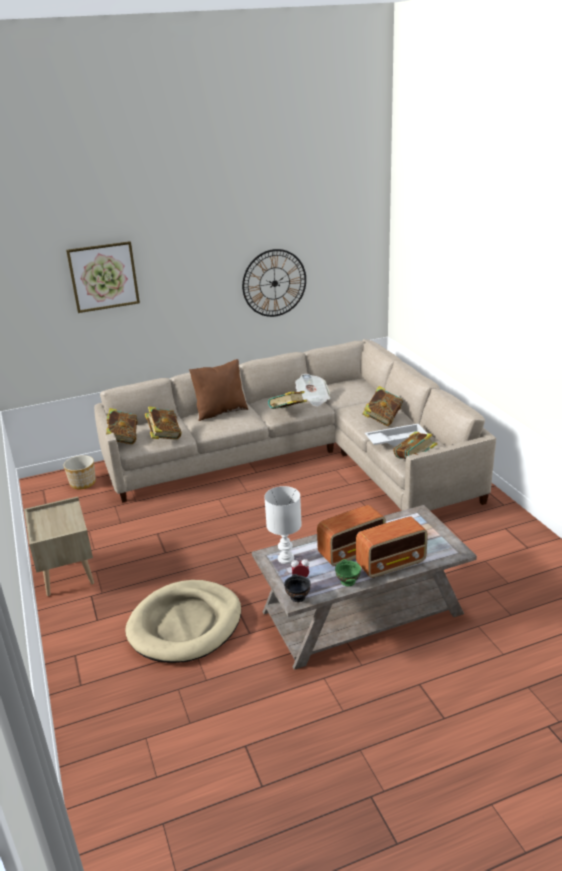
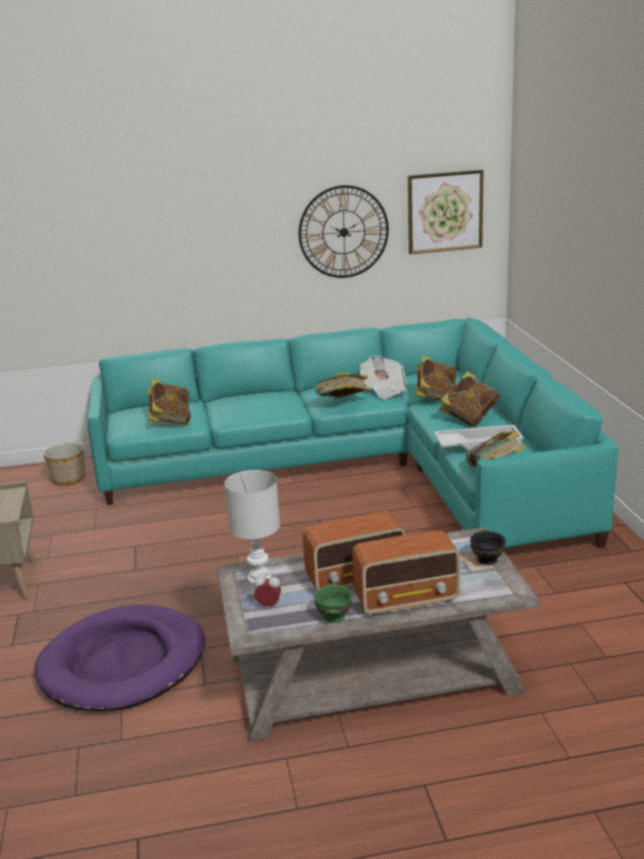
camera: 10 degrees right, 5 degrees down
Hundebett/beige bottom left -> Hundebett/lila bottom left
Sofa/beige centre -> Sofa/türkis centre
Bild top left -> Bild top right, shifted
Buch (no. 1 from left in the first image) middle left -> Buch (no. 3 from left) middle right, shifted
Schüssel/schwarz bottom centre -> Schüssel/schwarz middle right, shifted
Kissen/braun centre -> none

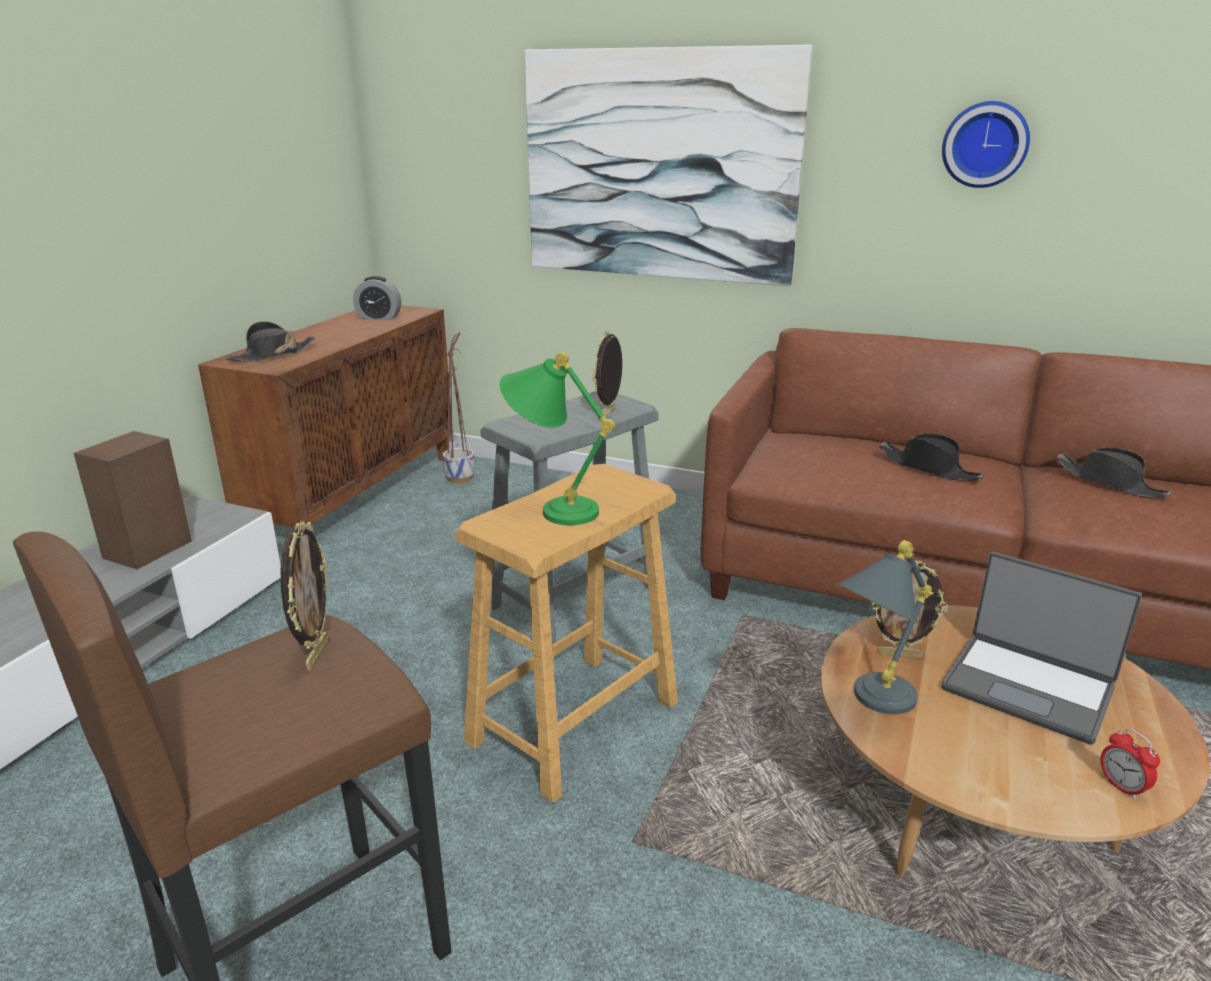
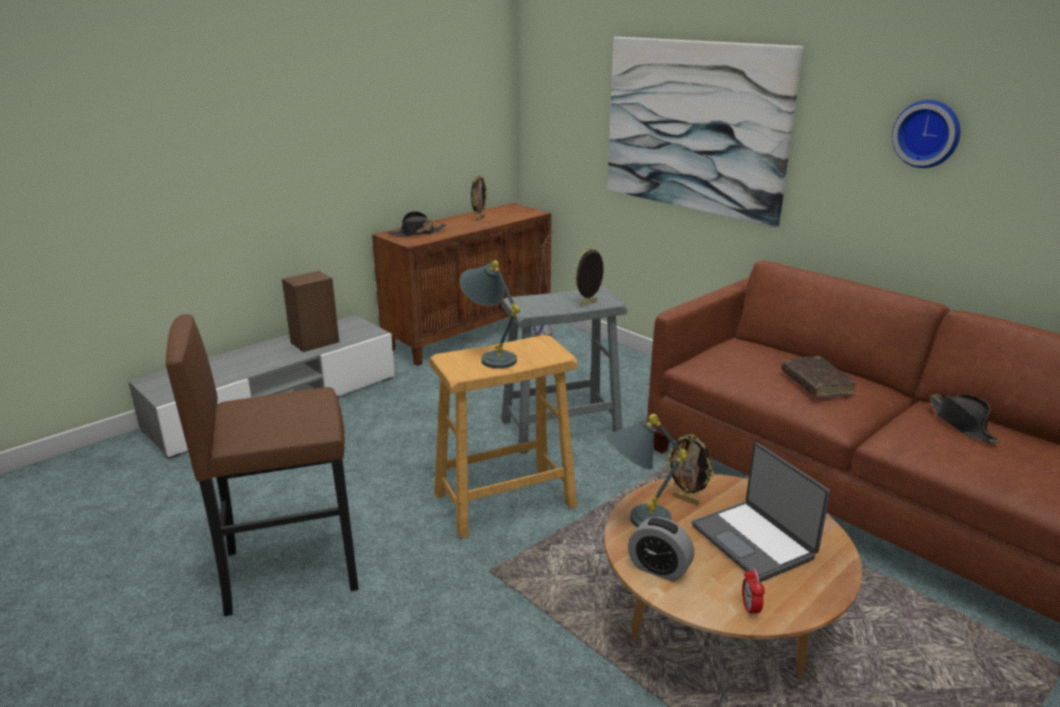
camera: 25 degrees right, 0 degrees up
Tischlampe/grün centre -> Tischlampe/grau (no. 1 from left) centre
Bilderrahmen (no. 1 from left) middle left -> Bilderrahmen (no. 1 from left) top centre, shifted
Wecker (no. 1 from left) top left -> Wecker (no. 1 from left) bottom centre, shifted
Hut/schwarz (no. 2 from left) middle right -> Buch/braun middle right

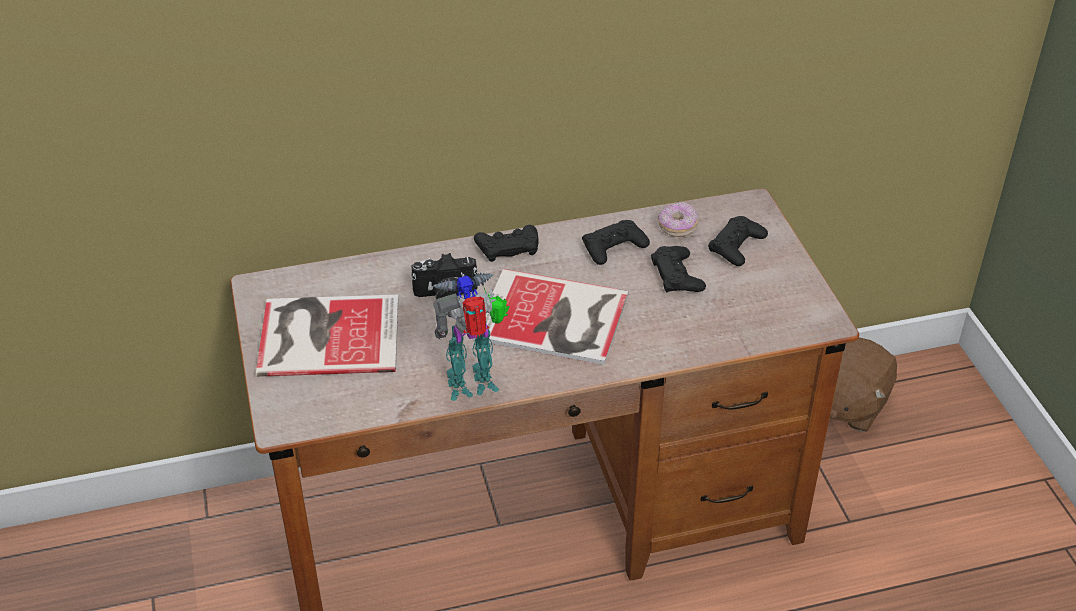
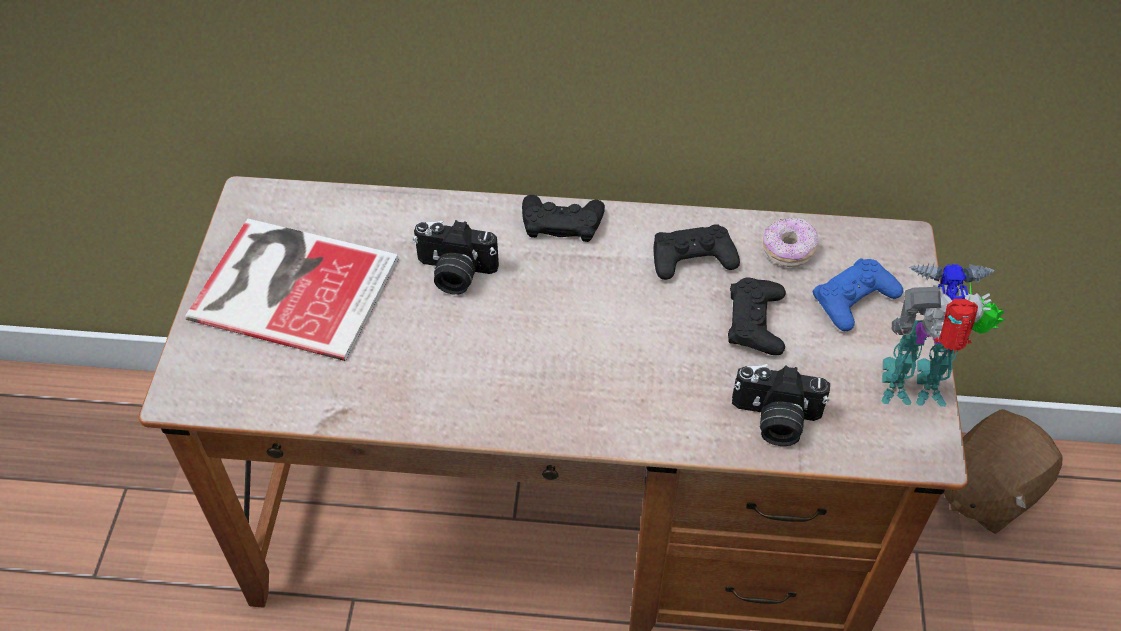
camera: 20 degrees right, 10 degrees up
none -> Kamera (no. 2 from left) middle right
Gamepad/schwarz (no. 4 from left) middle right -> Gamepad/blau middle right
Spielzeugroboter centre -> Spielzeugroboter middle right, shifted
Buch (no. 2 from left) centre -> none

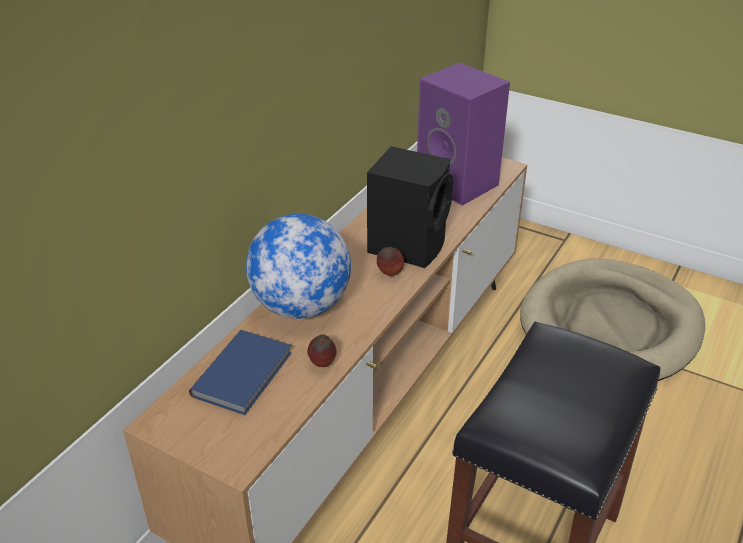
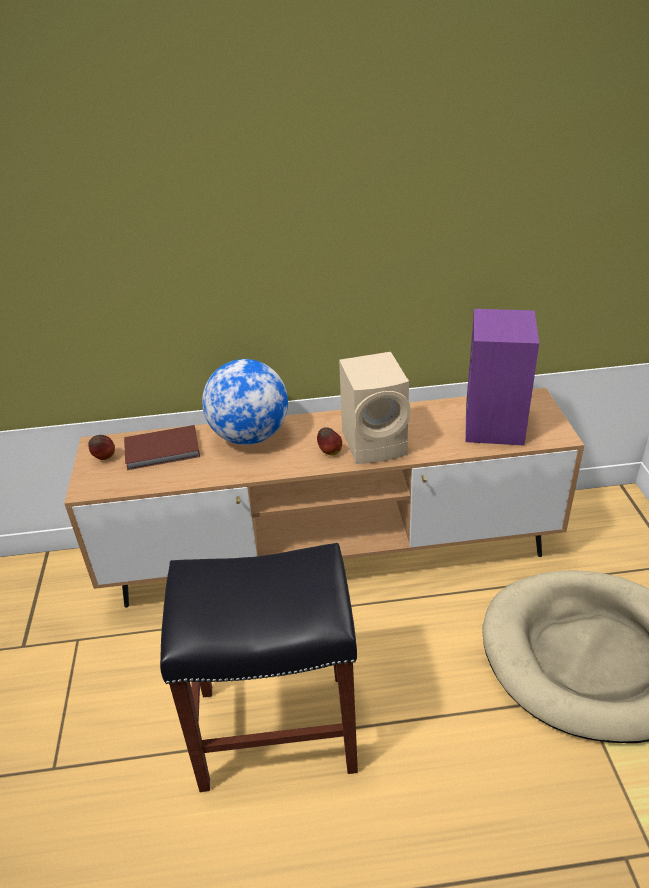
camera: 55 degrees right, 0 degrees up
Apfel (no. 1 from left) centre -> Apfel (no. 1 from left) middle left, shifted
Buch/blau bottom left -> Buch/braun middle left
Lautsprecher/schwarz centre -> Lautsprecher/beige centre

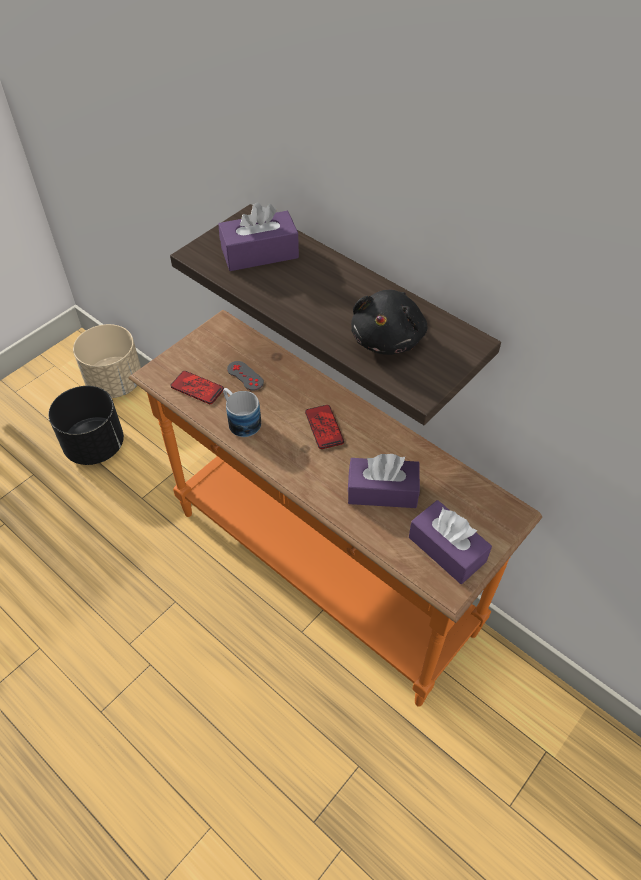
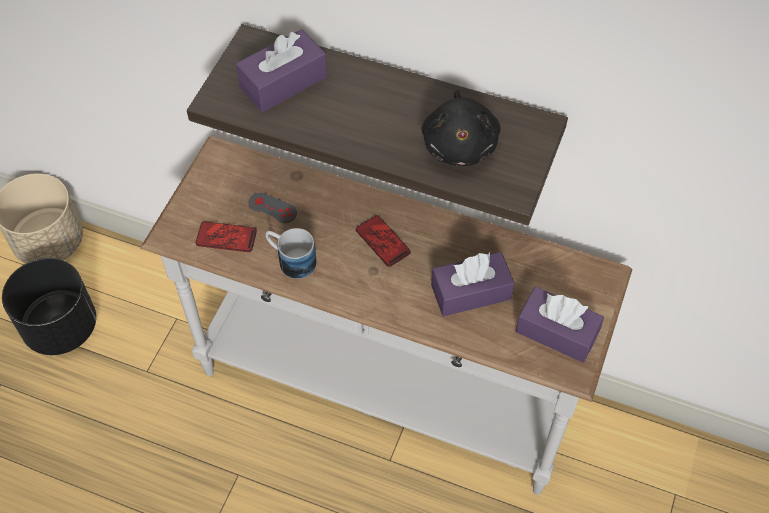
camera: 20 degrees left, 5 degrees up
Konsolentisch/orange centre -> Konsolentisch/weiß centre

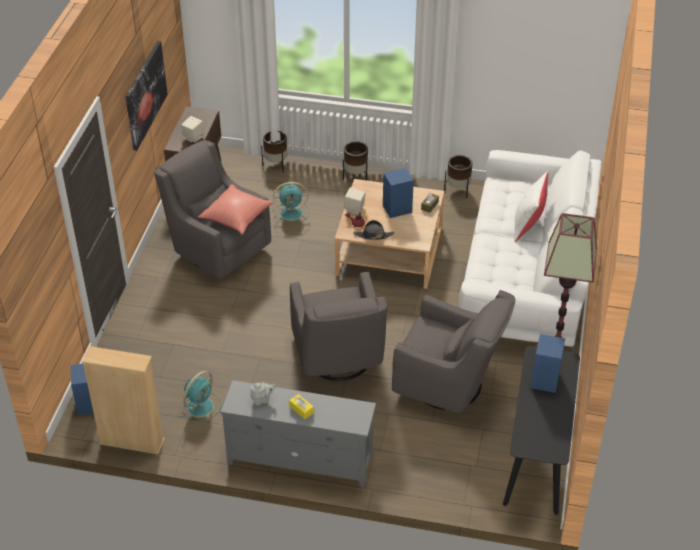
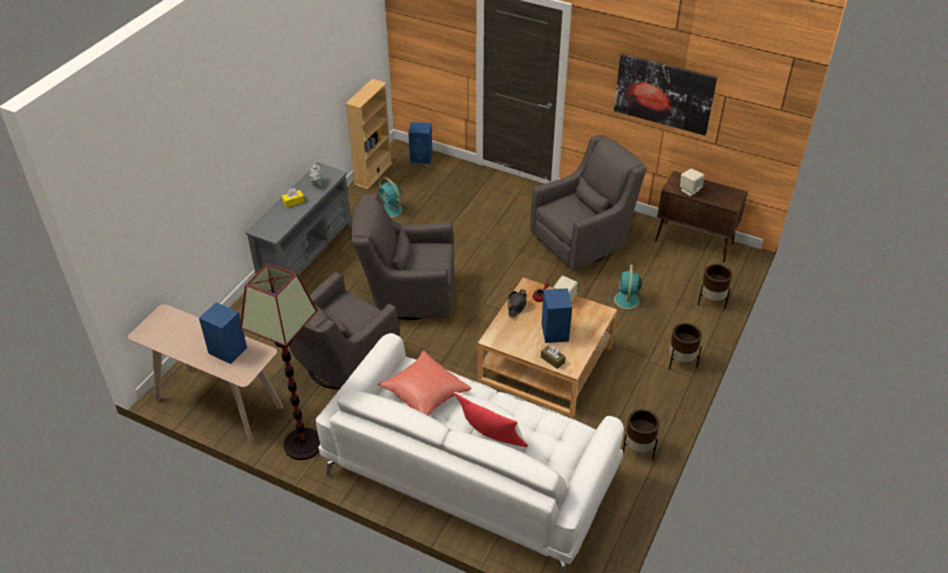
camera: 105 degrees right, 0 degrees up
Konsolentisch/schwarz bottom right -> Konsolentisch/beige middle left
Kissen/rot centre -> Kissen/rot bottom centre, shifted

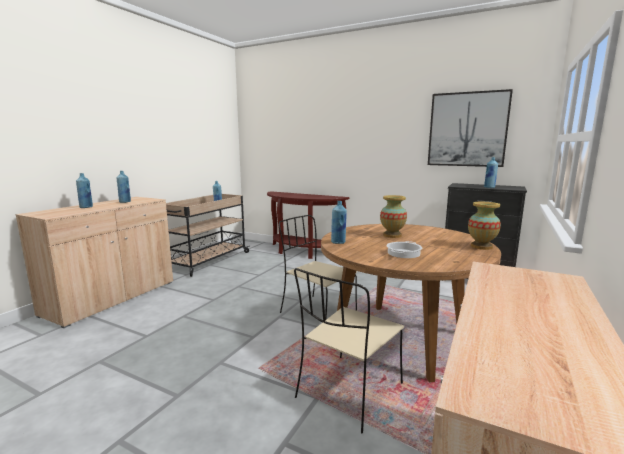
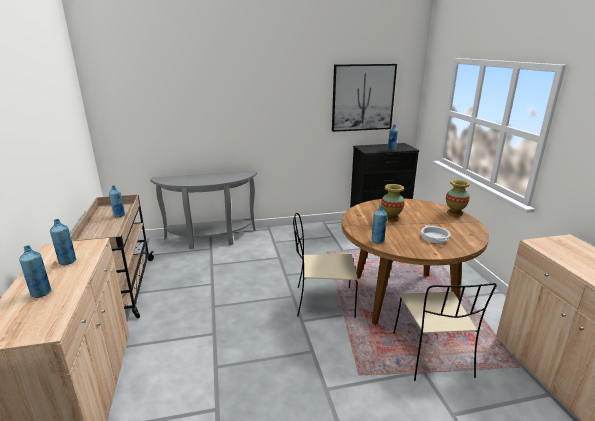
camera: 40 degrees left, 10 degrees up
Konsolentisch/braun centre -> Konsolentisch/grau centre

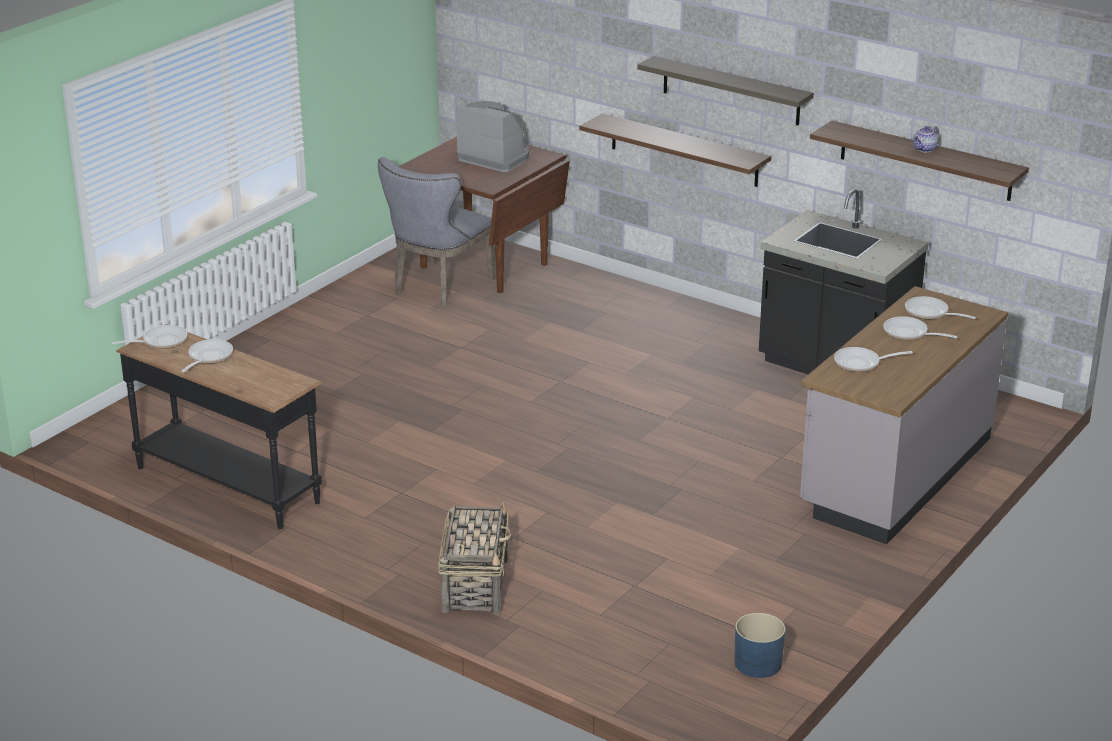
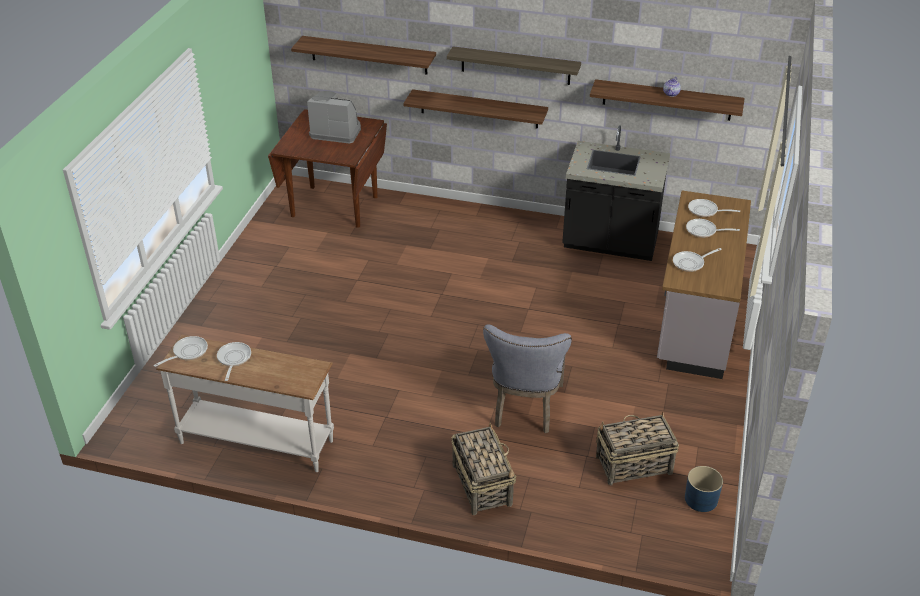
camera: 20 degrees left, 10 degrees up
Konsolentisch/schwarz middle left -> Konsolentisch/weiß bottom left
none -> Wandregal (no. 1 from left) top centre
Stuhl/grau top centre -> Stuhl/grau centre, shifted
none -> Korb (no. 2 from left) bottom right

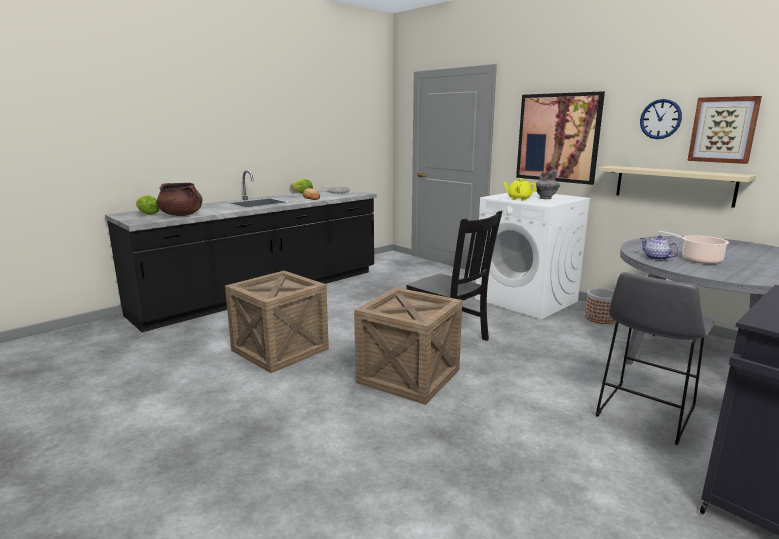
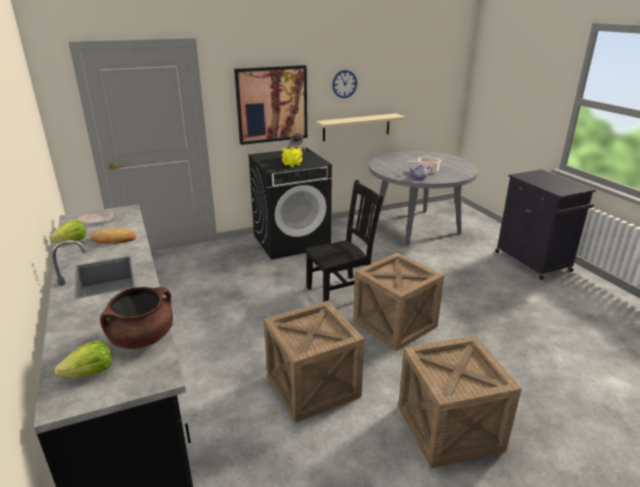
camera: 70 degrees left, 10 degrees up
Waschmaschine/weiß middle right -> Waschmaschine/schwarz centre
none -> Kiste (no. 3 from left) bottom right
Pflanzkübel middle right -> none
Hocker/grau middle right -> none
Bild (no. 2 from left) top right -> none

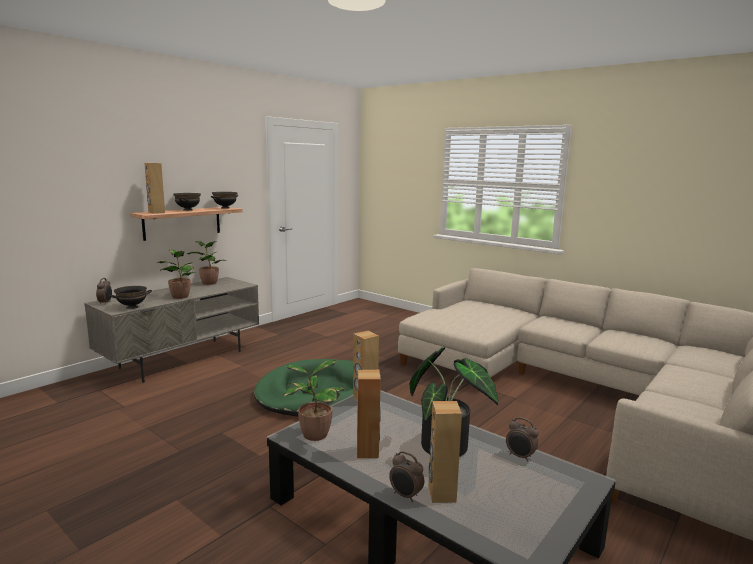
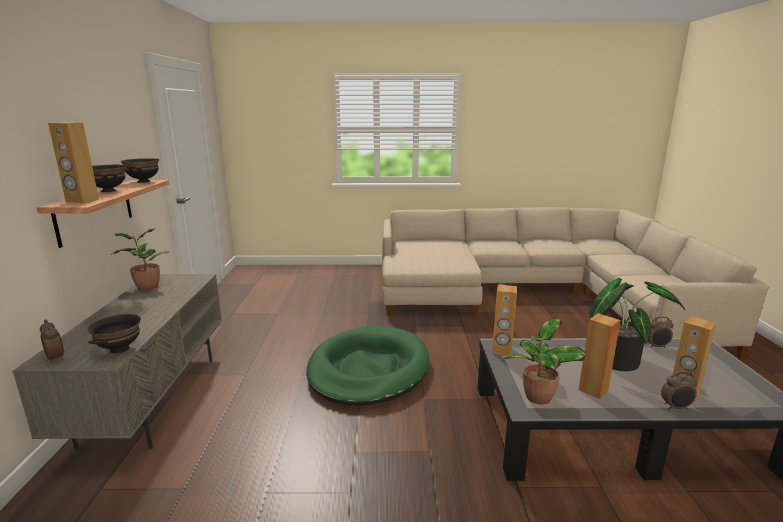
camera: 40 degrees left, 5 degrees up
Topfpflanze (no. 1 from left) middle left -> none

